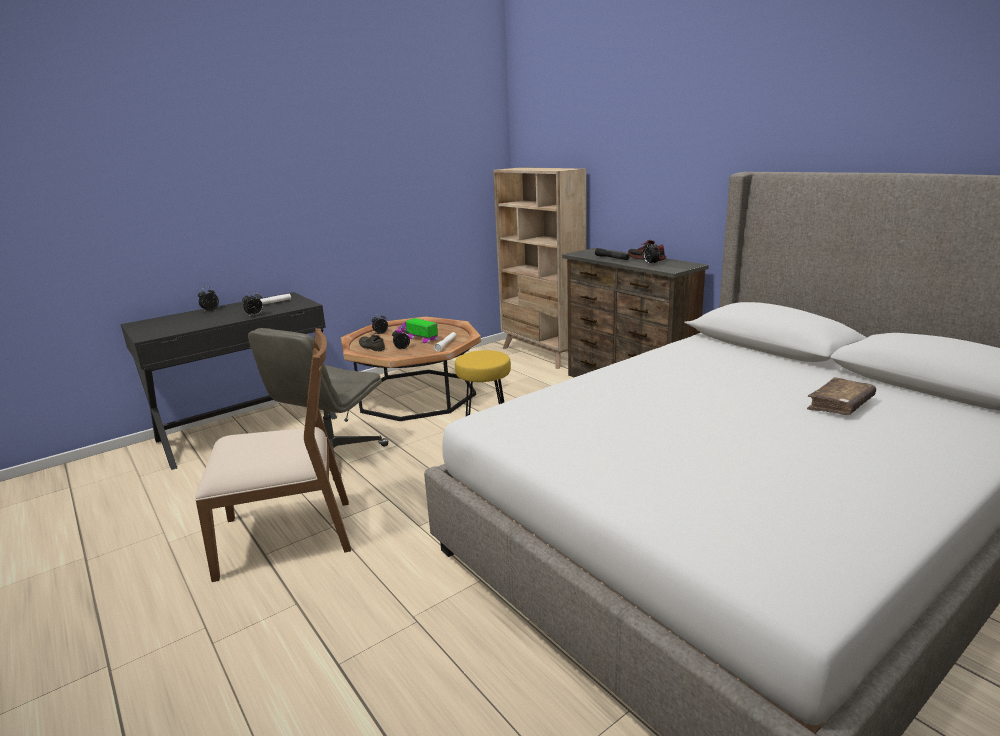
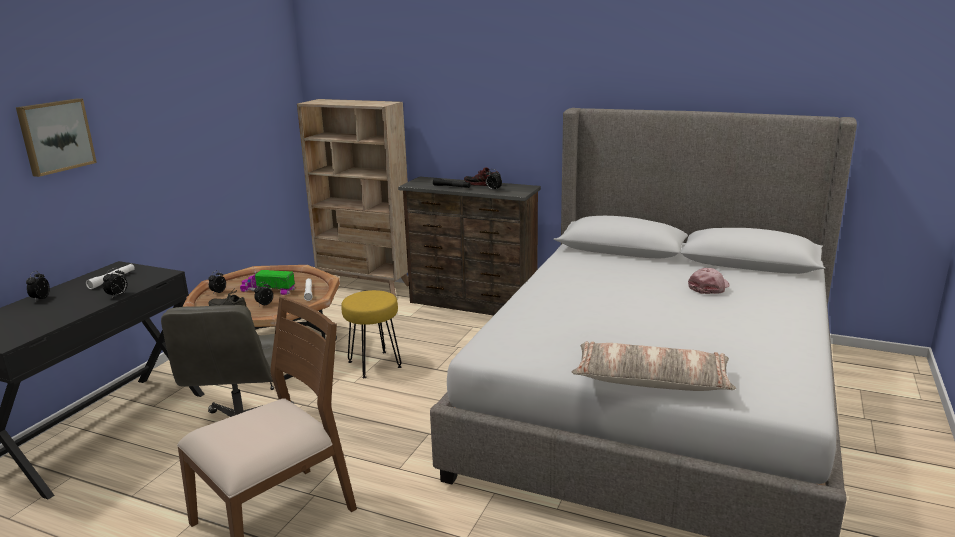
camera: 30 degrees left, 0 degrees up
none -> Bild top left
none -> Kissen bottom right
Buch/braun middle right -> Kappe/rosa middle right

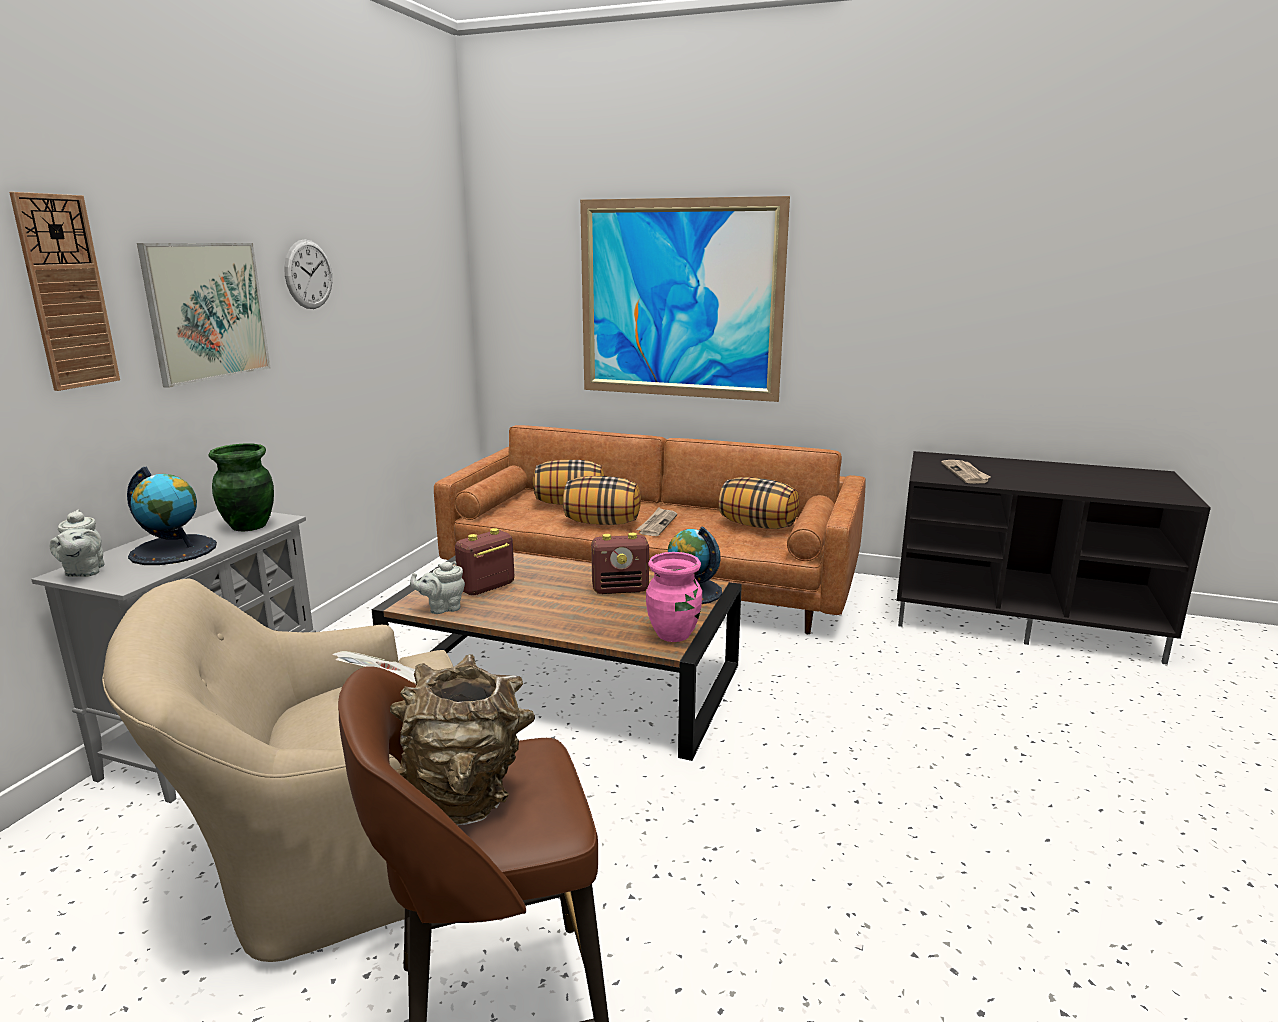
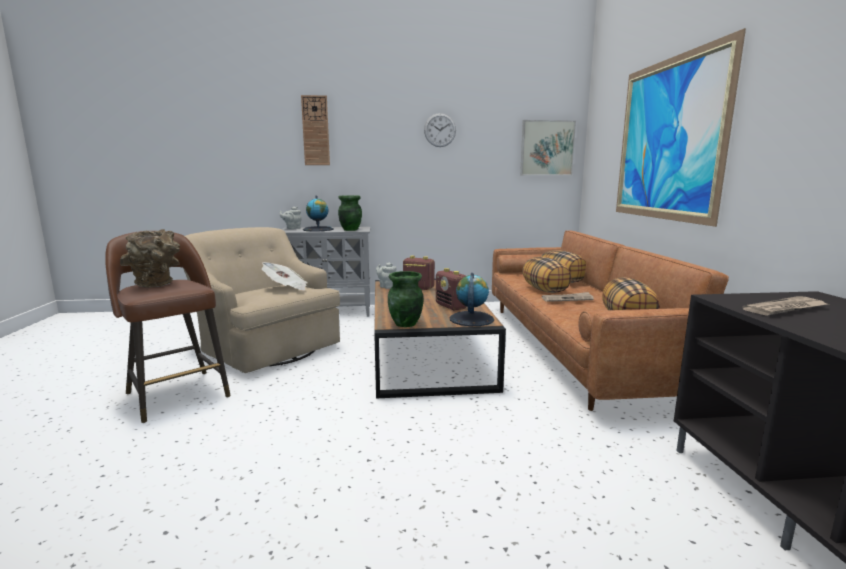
camera: 65 degrees right, 5 degrees down
Vase/rosa centre -> Vase/grün (no. 2 from left) centre
Bild (no. 1 from left) top left -> Bild (no. 1 from left) top centre, shifted

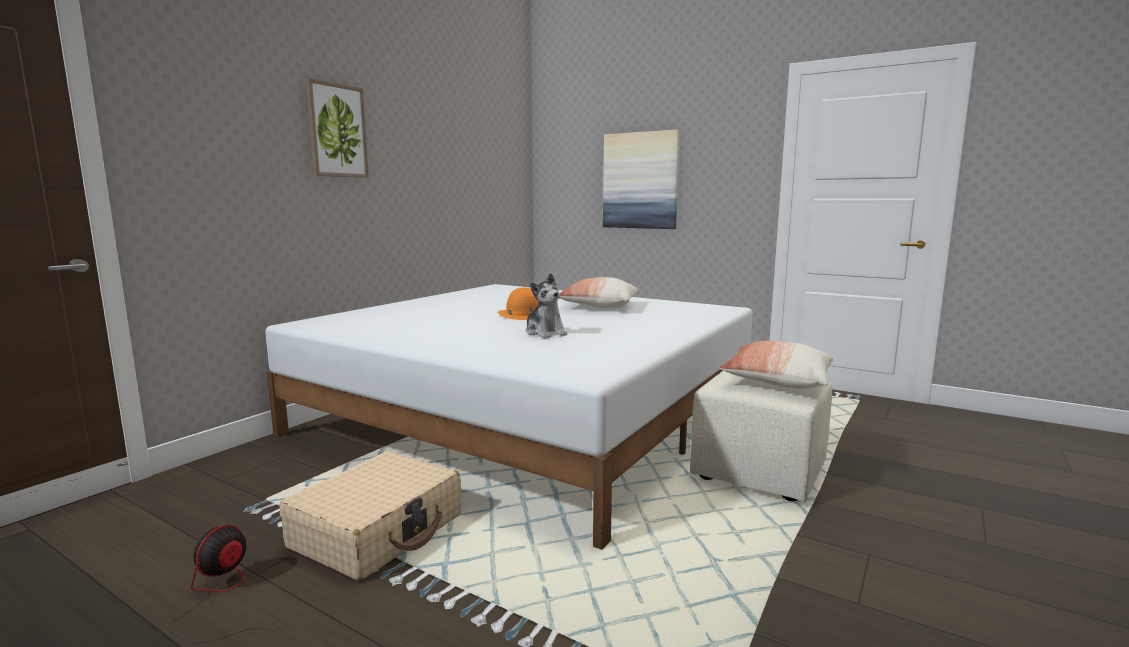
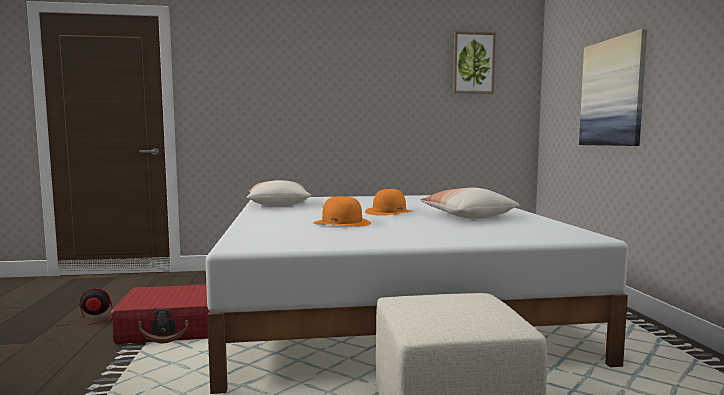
camera: 50 degrees right, 5 degrees down
Koffer/beige bottom left -> Koffer/rot bottom left
Kissen (no. 2 from left in the first image) middle right -> Kissen (no. 1 from left) centre, shifted
Plüschtier centre -> Hut/orange (no. 1 from left) centre
Bild (no. 1 from left) top left -> Bild (no. 1 from left) top centre, shifted

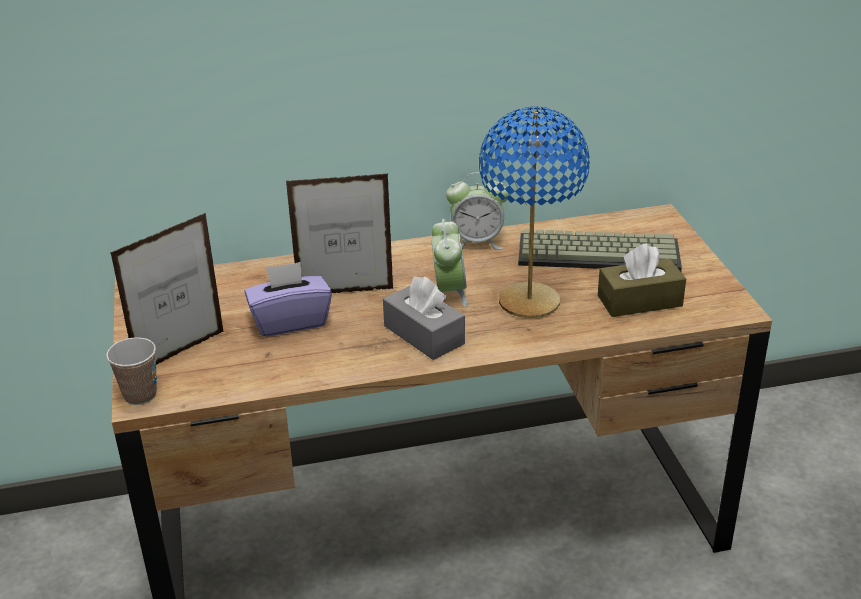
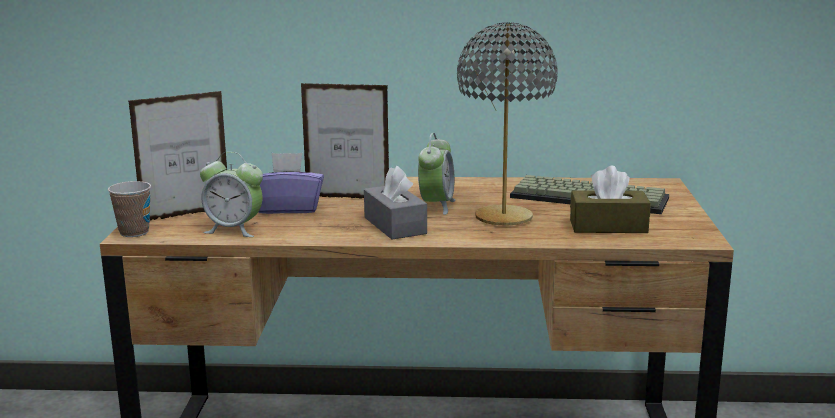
camera: 15 degrees right, 15 degrees down
Wecker (no. 2 from left in the first image) centre -> Wecker (no. 1 from left) middle left, shifted
Tischlampe/blau centre -> Tischlampe/grau top centre

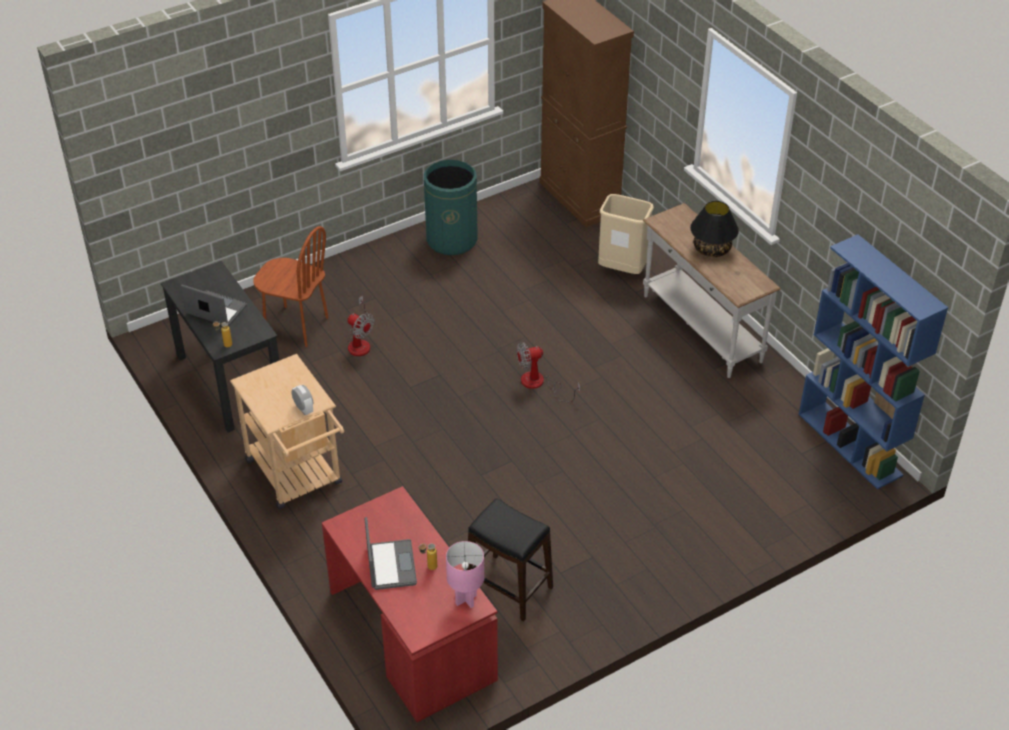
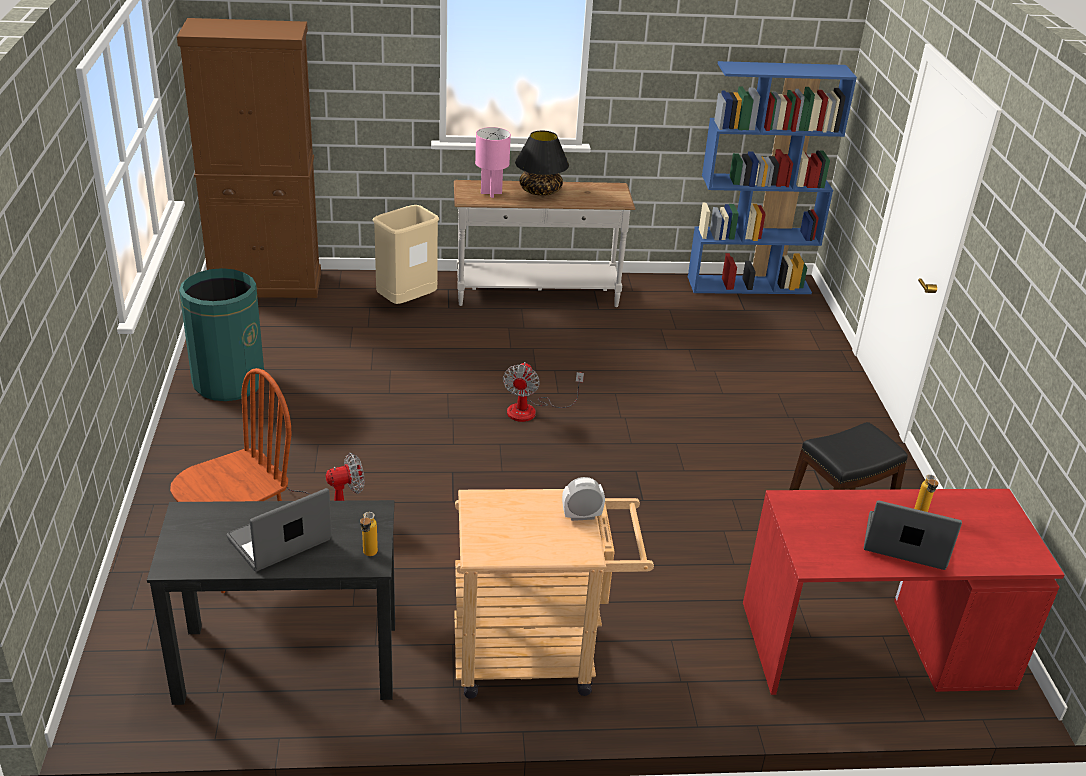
camera: 65 degrees left, 10 degrees down
Tischlampe/rosa bottom centre -> Tischlampe/rosa top centre, shifted

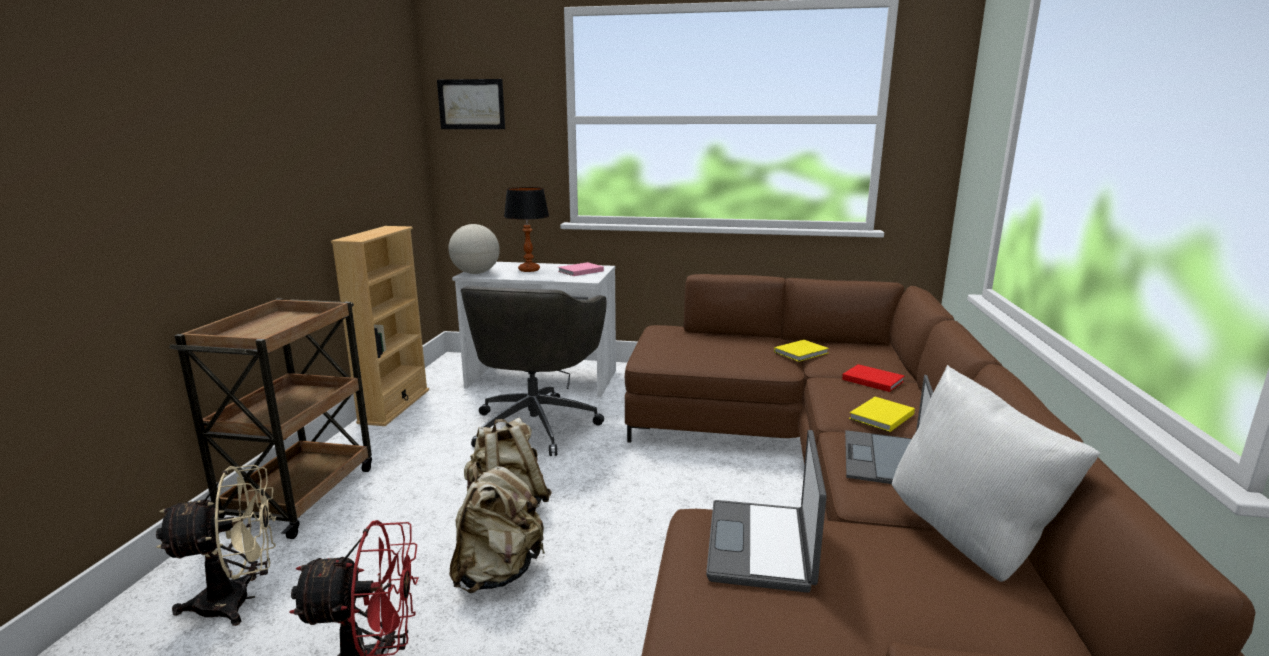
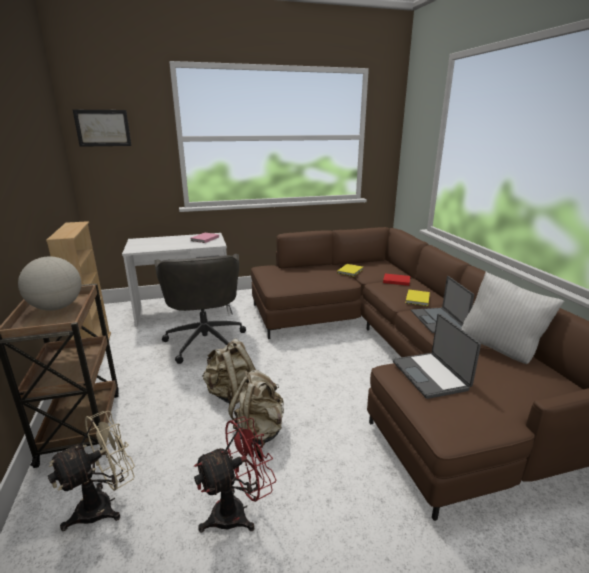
camera: 25 degrees left, 5 degrees up
Globus centre -> Globus middle left, shifted
Tischlampe centre -> none

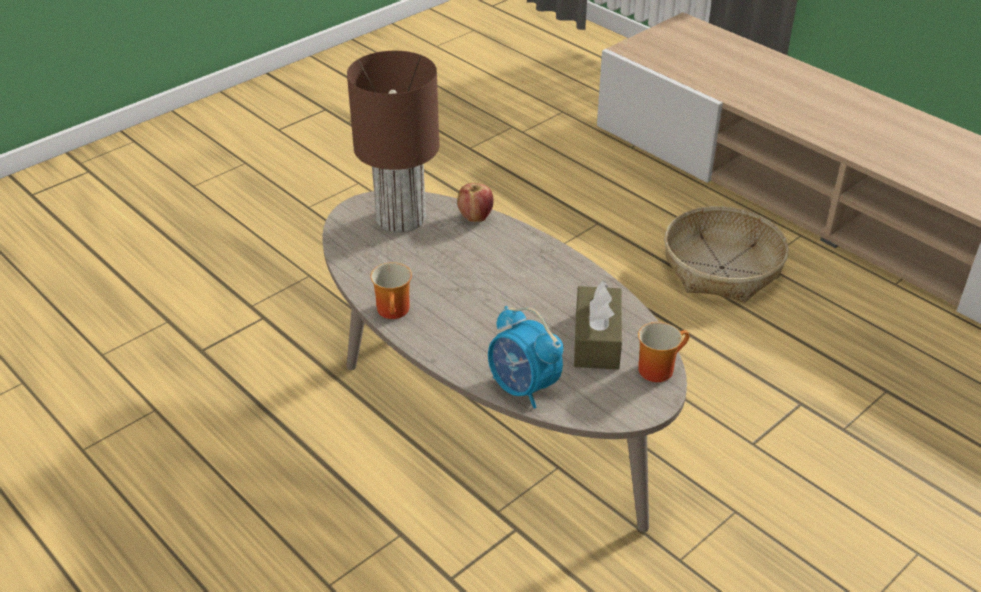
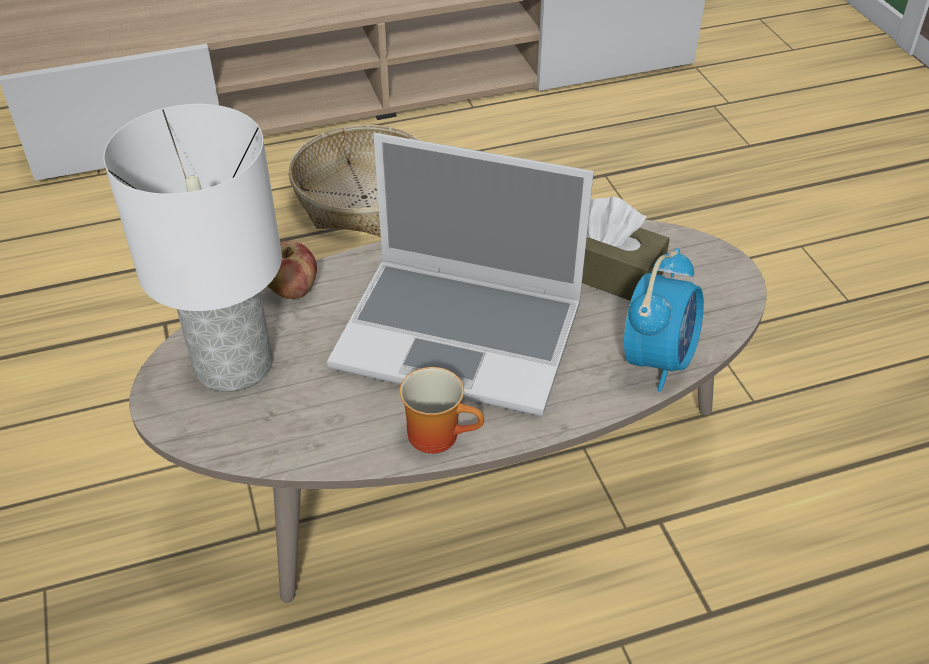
camera: 65 degrees left, 5 degrees up
Tischlampe/braun top centre -> Tischlampe/weiß middle left
none -> Laptop centre
Wecker centre -> Wecker middle right, 45 degrees counterclockwise
Henkelbecher (no. 2 from left) middle right -> none

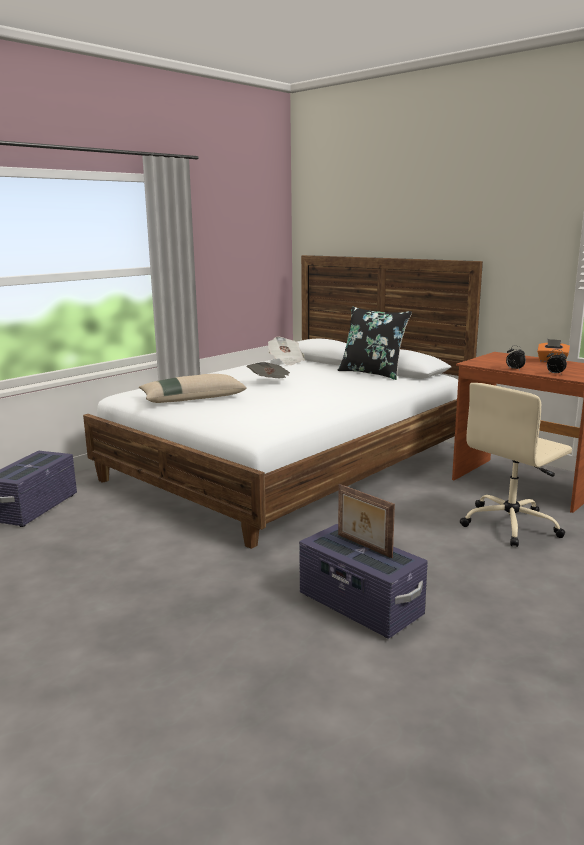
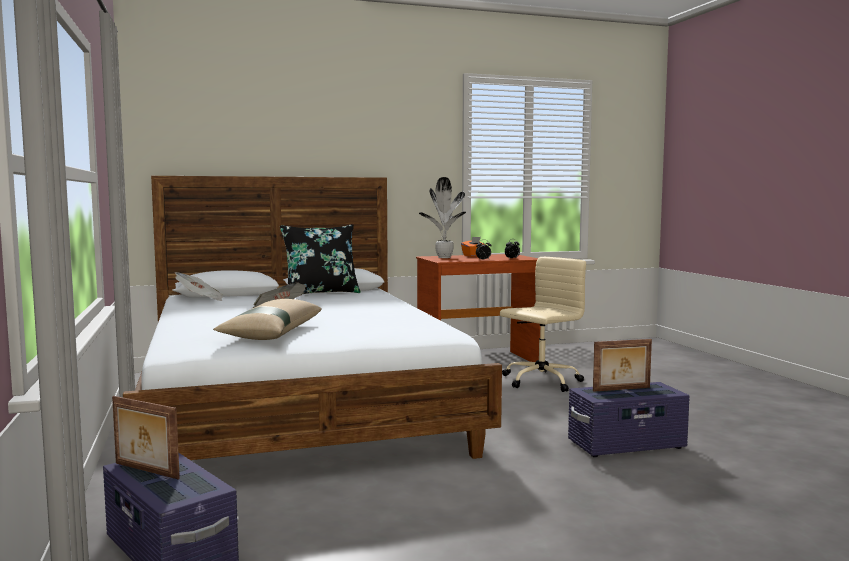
camera: 60 degrees left, 10 degrees down
none -> Bilderrahmen (no. 1 from left) bottom left
none -> Topfpflanze centre
Bürostuhl/beige middle right -> Bürostuhl/beige centre, 120 degrees counterclockwise

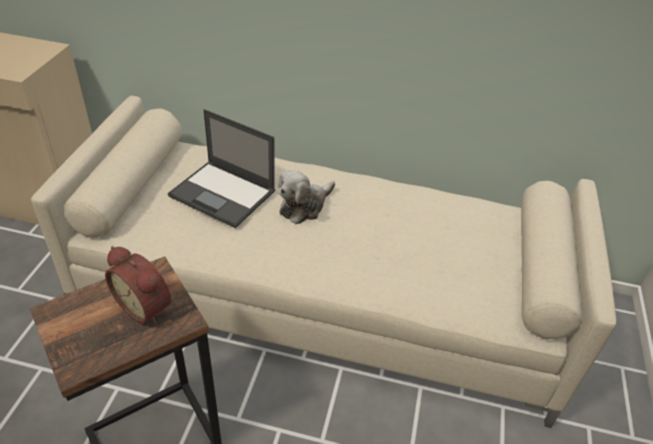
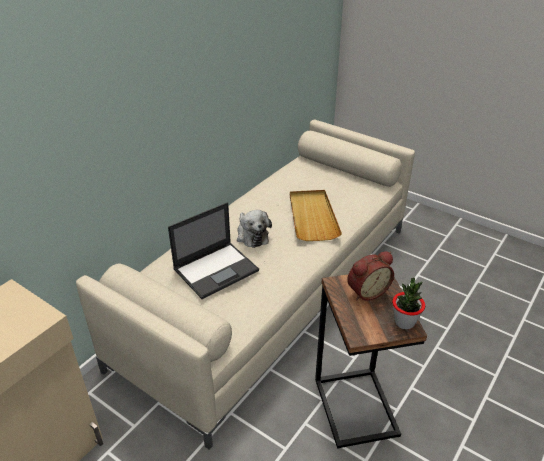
camera: 65 degrees left, 5 degrees down
none -> Tablett/beige centre
none -> Topfpflanze middle right

